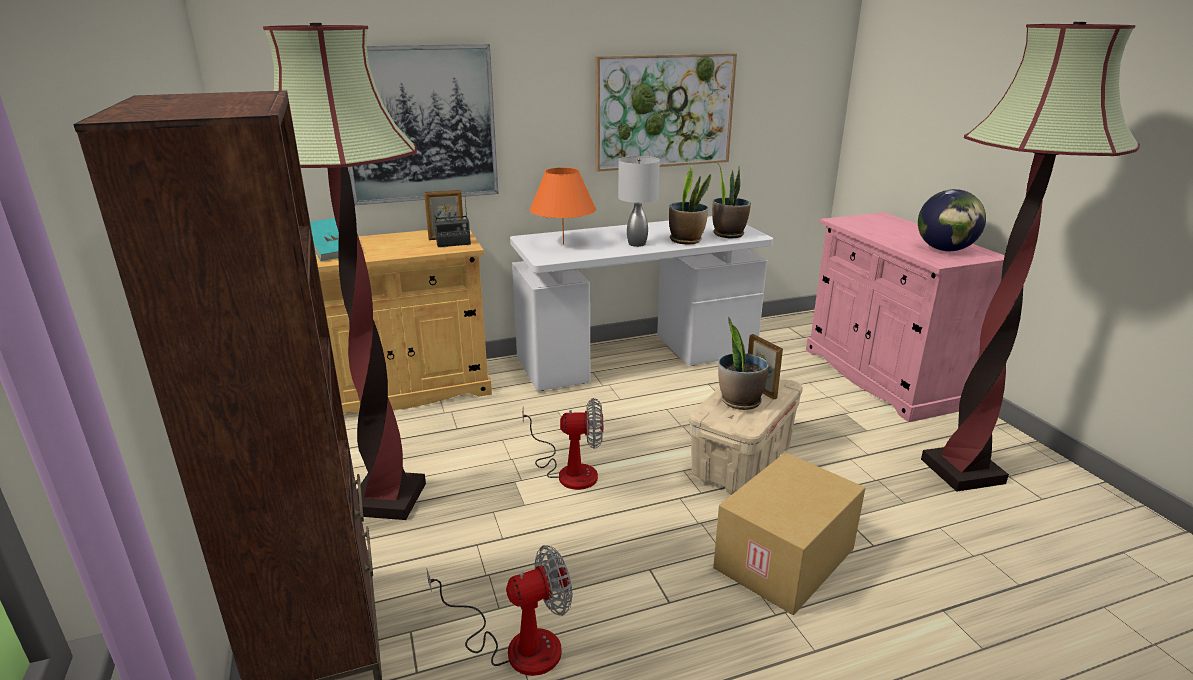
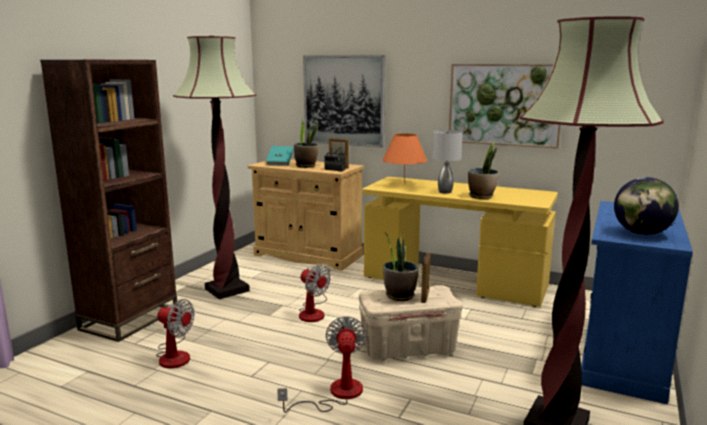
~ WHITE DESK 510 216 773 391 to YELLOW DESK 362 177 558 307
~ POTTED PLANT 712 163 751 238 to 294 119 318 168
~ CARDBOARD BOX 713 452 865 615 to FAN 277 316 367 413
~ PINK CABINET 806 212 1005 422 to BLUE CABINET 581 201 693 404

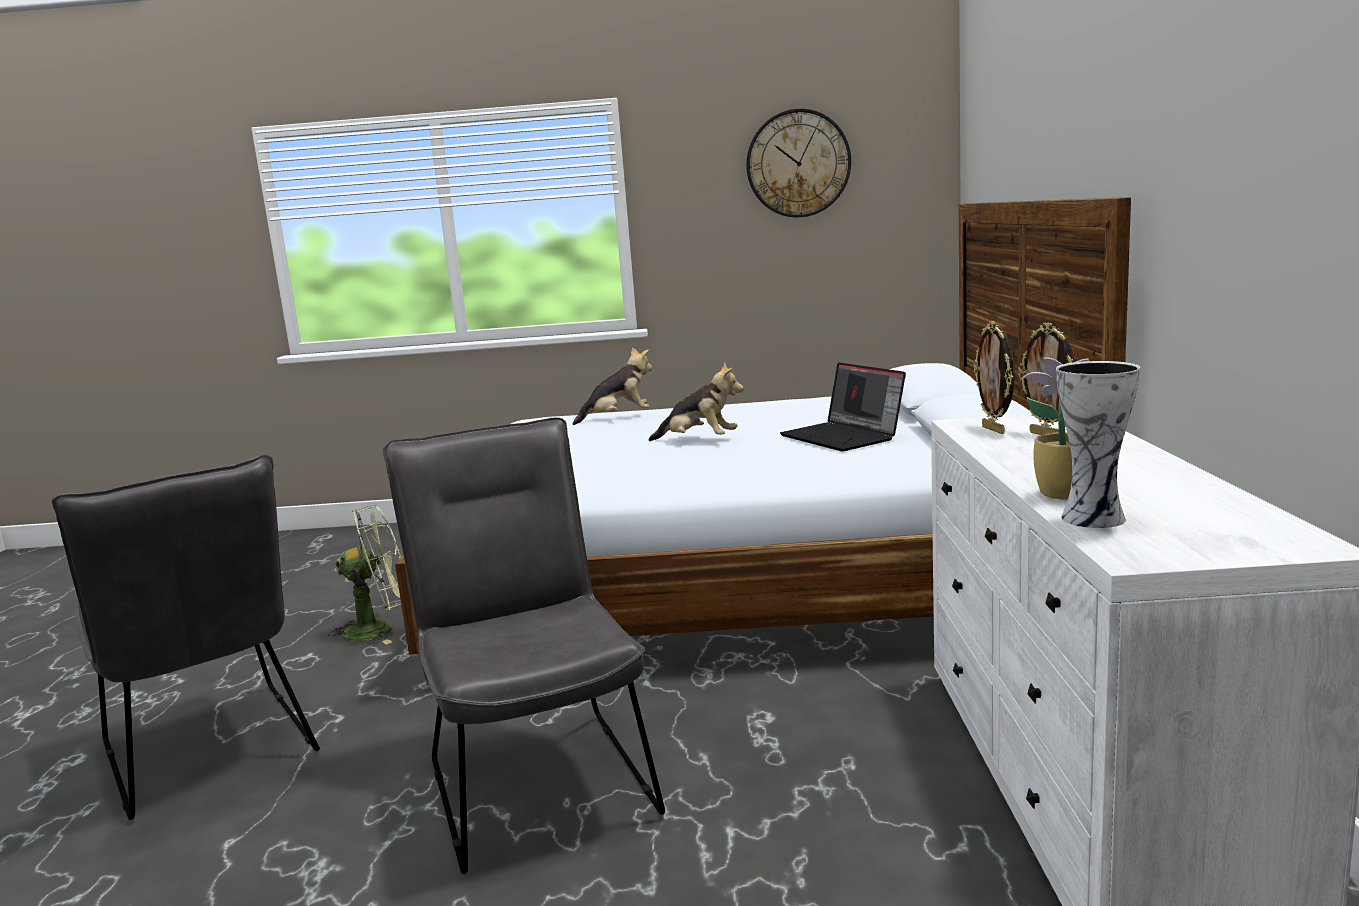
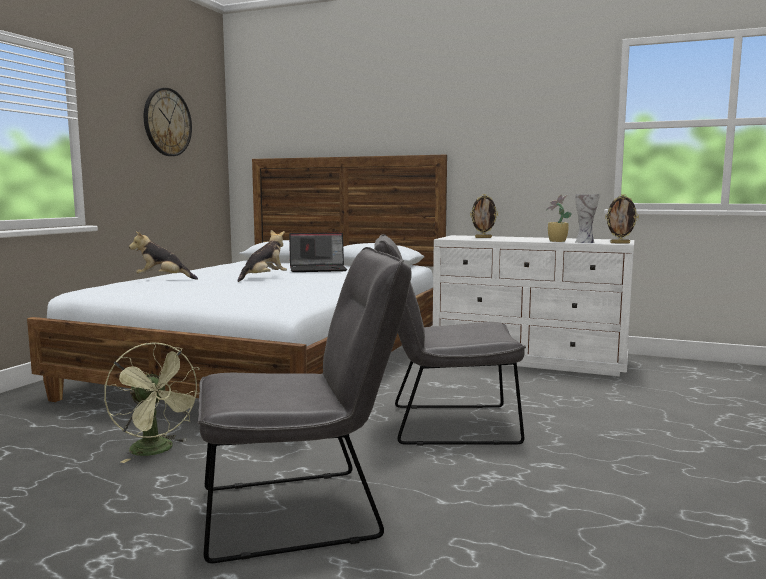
~ GREEN FAN 328 504 401 644 = 104 342 200 463 135 degrees clockwise
~ PLUSH TOY 573 347 652 425 = 129 231 198 280 90 degrees counterclockwise
~ PICTURE FRAME 973 321 1015 434 to 605 194 639 244

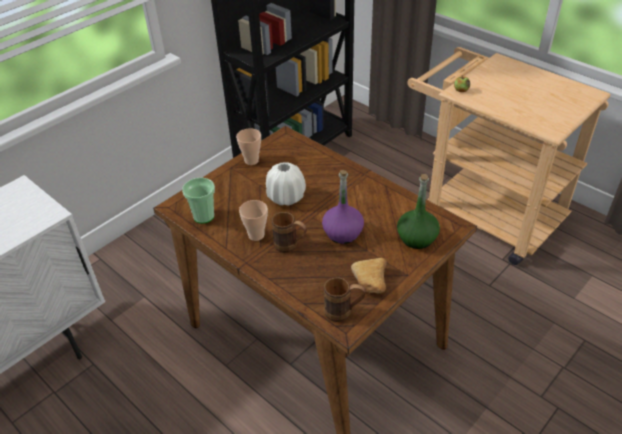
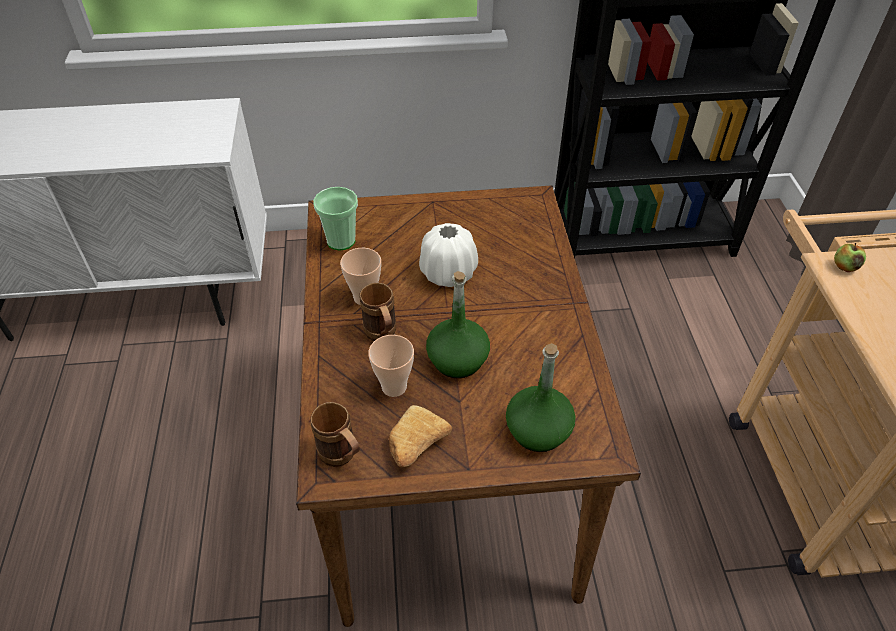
~ CUP 236 128 261 165 to 368 335 414 397
~ PURPLE BOTTLE 322 170 364 244 to GREEN BOTTLE 426 271 490 378

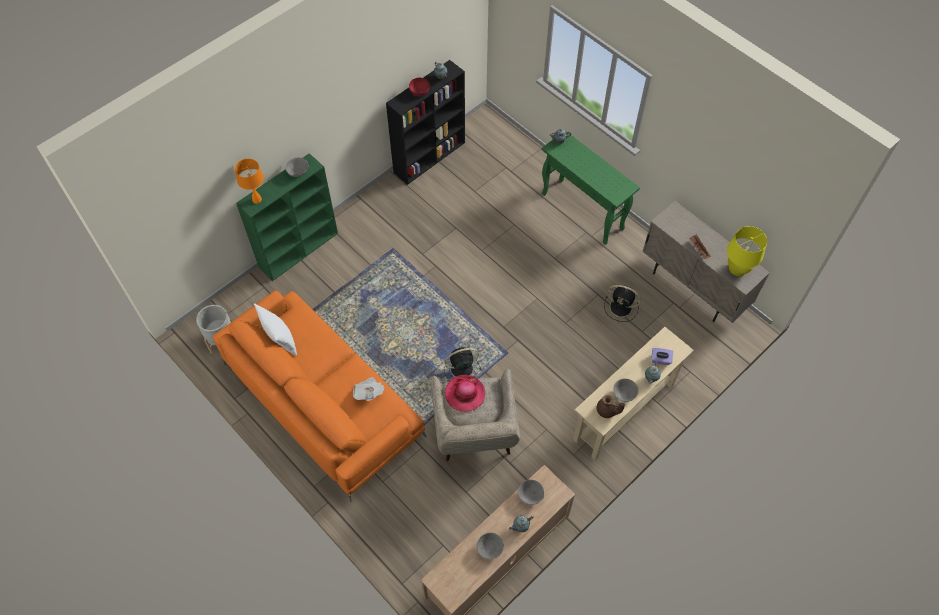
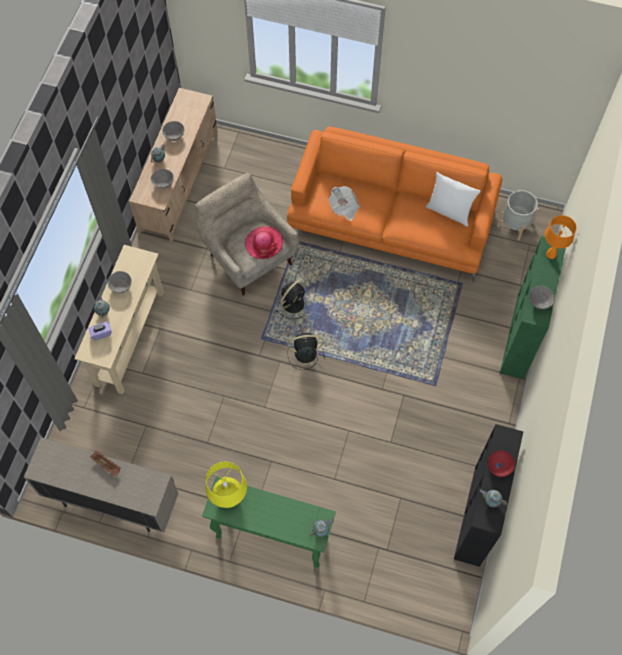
- BROWN TEAPOT 597 395 625 418
~ BLACK FAN 604 285 641 322 to 287 333 325 370
~ YELLOW TABLE LAMP 727 226 767 276 to 205 462 247 508

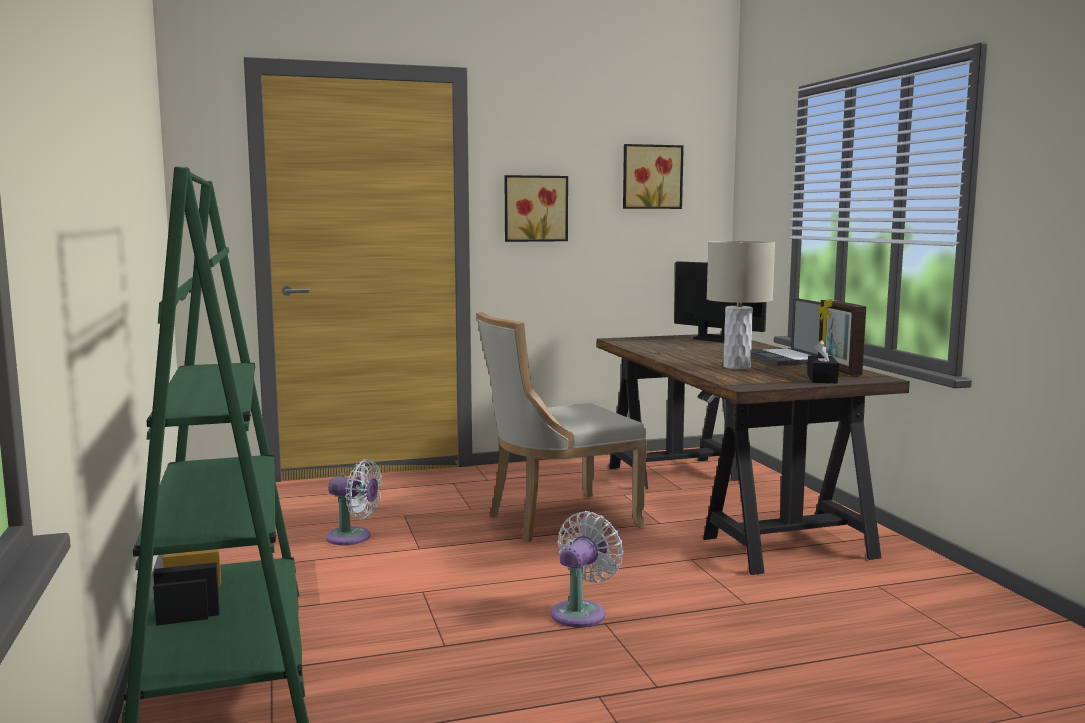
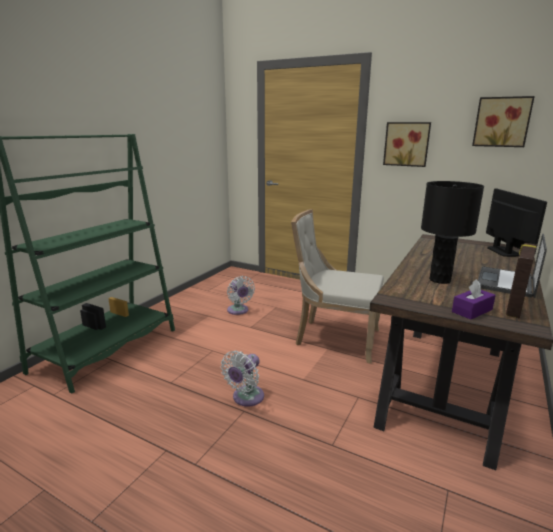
~ WHITE FAN 551 511 624 627 = 221 351 264 407 135 degrees clockwise
~ BEIGE TABLE LAMP 707 241 775 369 to BLACK TABLE LAMP 421 181 484 284
~ BLACK TISSUE BOX 807 340 839 383 to PURPLE TISSUE BOX 452 279 496 319

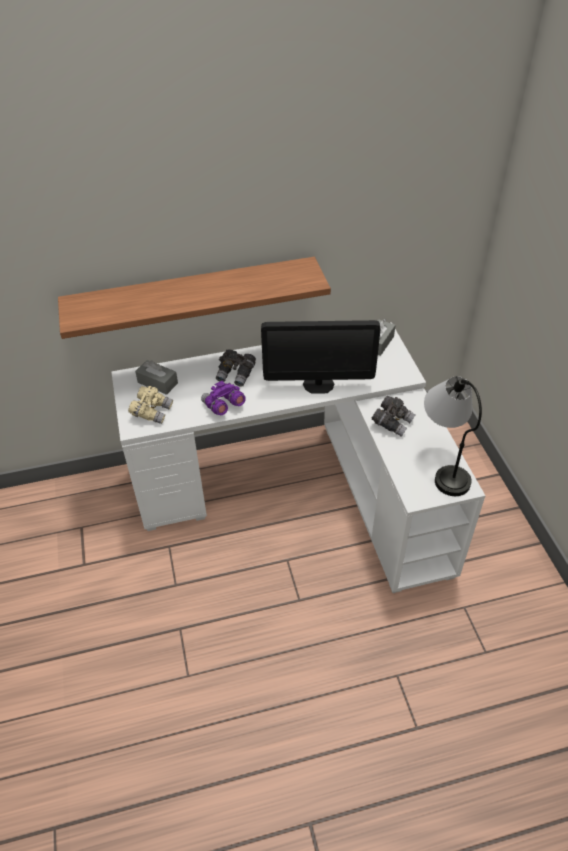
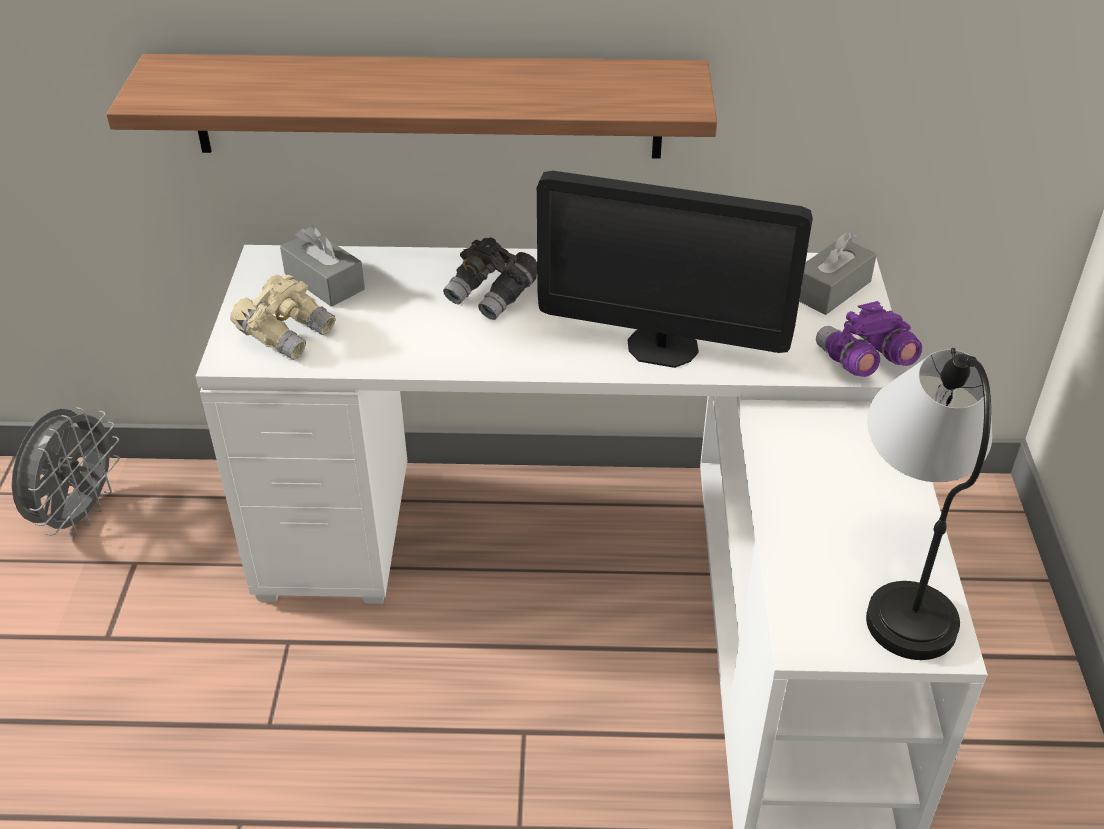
~ PURPLE BINOCULARS 201 380 246 415 to 816 301 922 377
- GREY BINOCULARS 372 396 416 437
+ GREY FAN 12 407 120 536

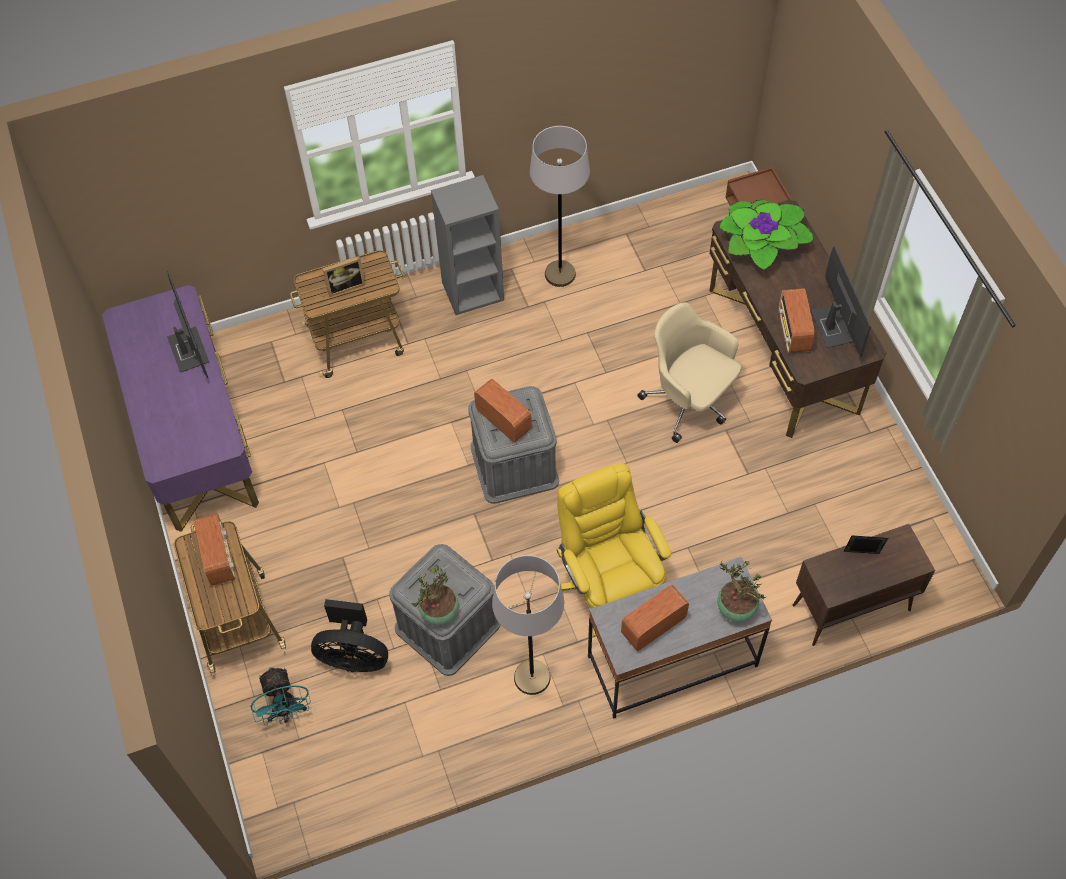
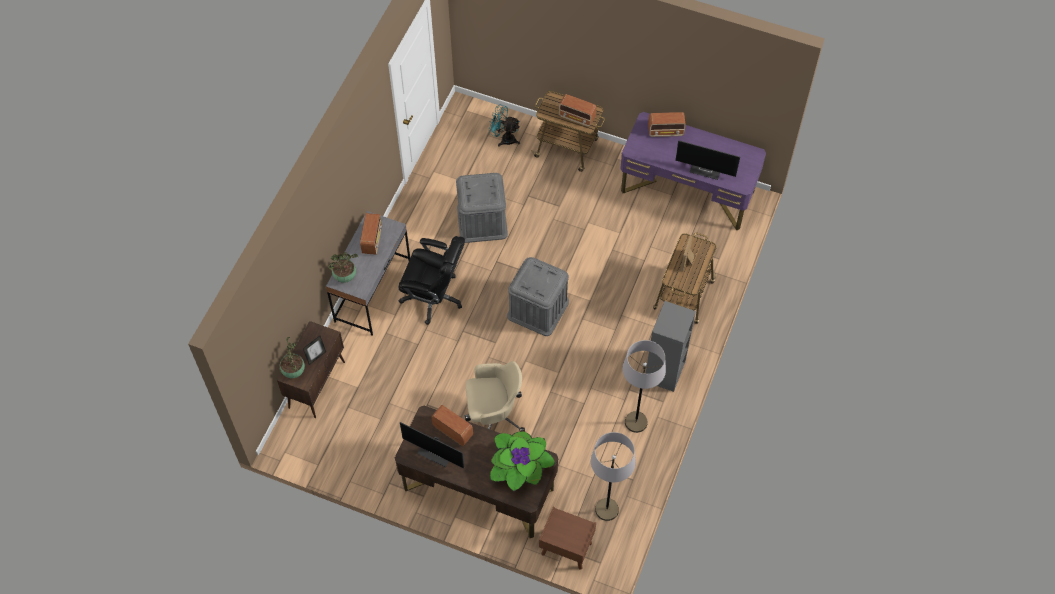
- BLACK FAN 311 599 388 672
~ POTTED PLANT 412 565 459 625 to 280 337 305 378
~ RADIO 474 379 532 442 to 648 112 686 137
~ GREY FLOOR LAMP 492 555 564 695 to 591 432 636 521
~ YELLOW OFFICE CHAIR 557 463 671 636 to BLACK OFFICE CHAIR 398 236 465 325

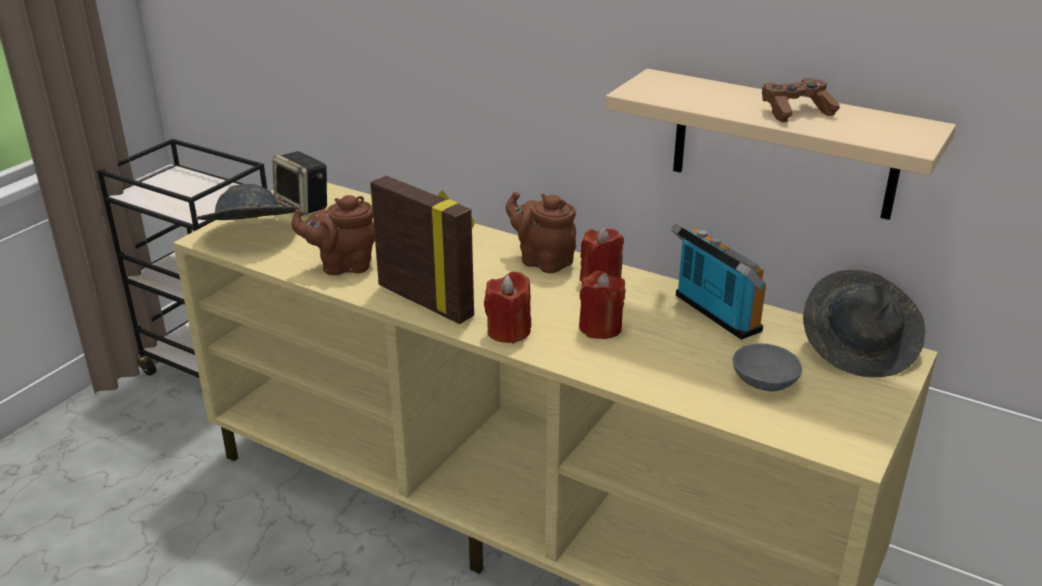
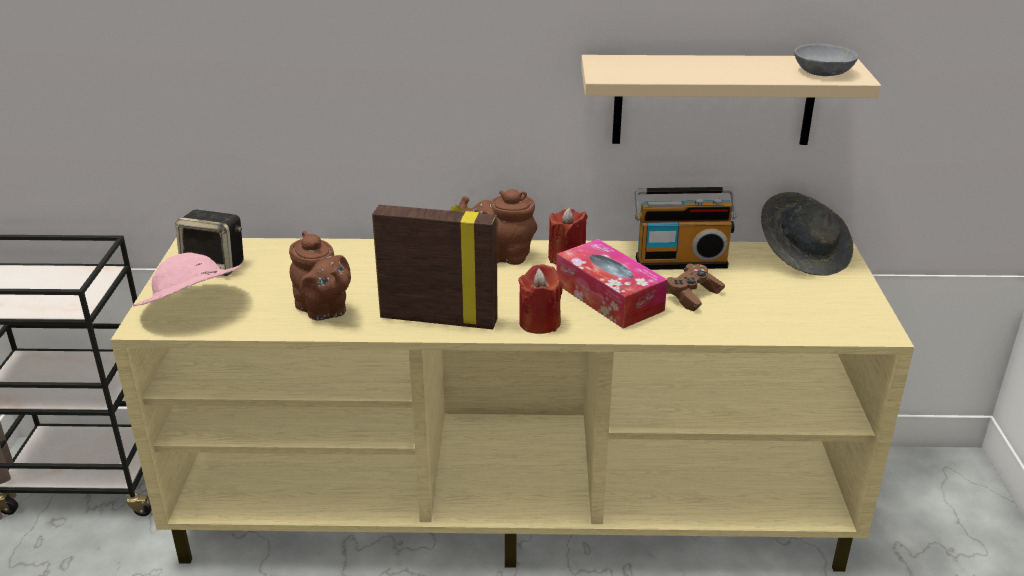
~ GREY HAT 195 184 299 220 to PINK HAT 133 253 242 306
~ BROWN TEAPOT 291 195 375 275 = 289 231 351 321 90 degrees counterclockwise
~ RED CANDLE 579 271 626 339 to TISSUE BOX 556 239 668 328
~ RADIO 671 224 766 340 = 634 187 737 270 150 degrees clockwise
~ GREY BOWL 732 343 802 391 to 794 44 858 76
~ BROWN GAME CONTROLLER 762 78 840 122 to 666 264 725 312

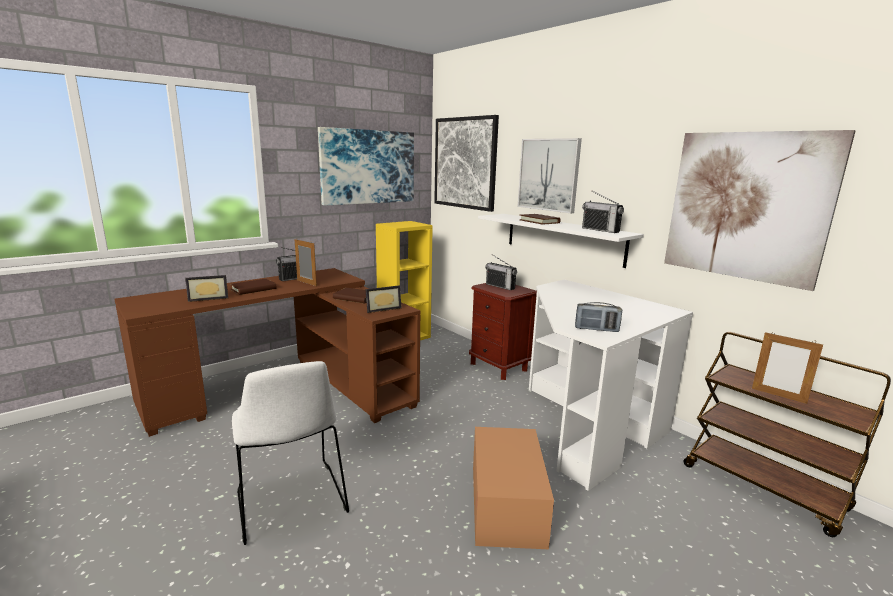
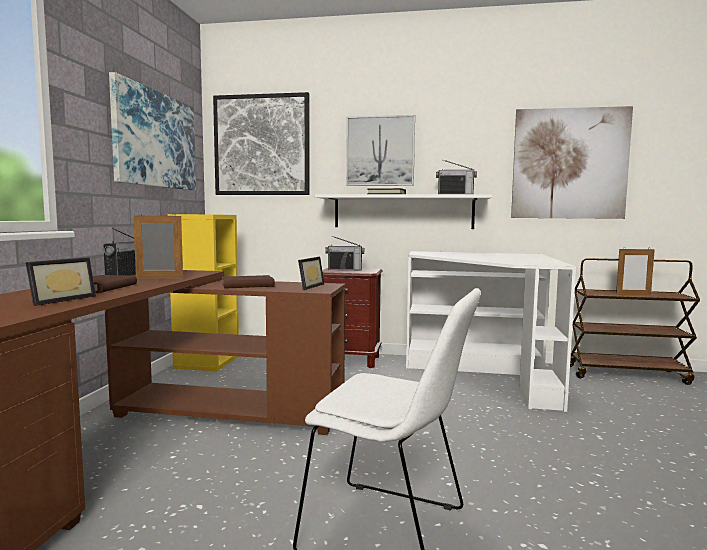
- CARDBOARD BOX 473 427 554 549
- RADIO 575 302 622 332

